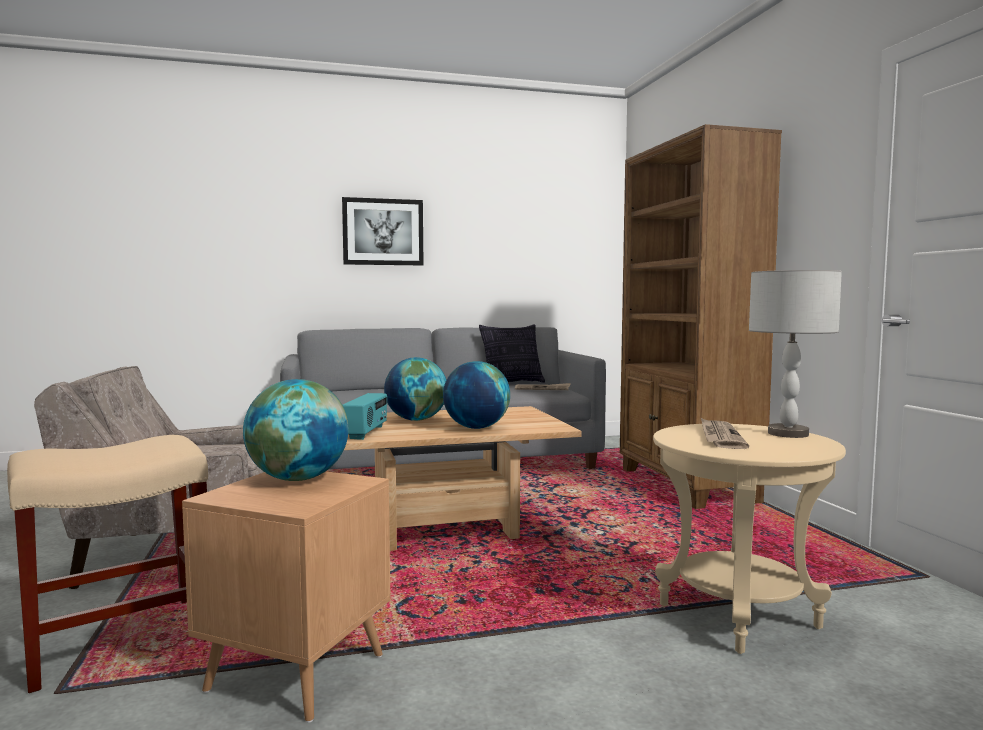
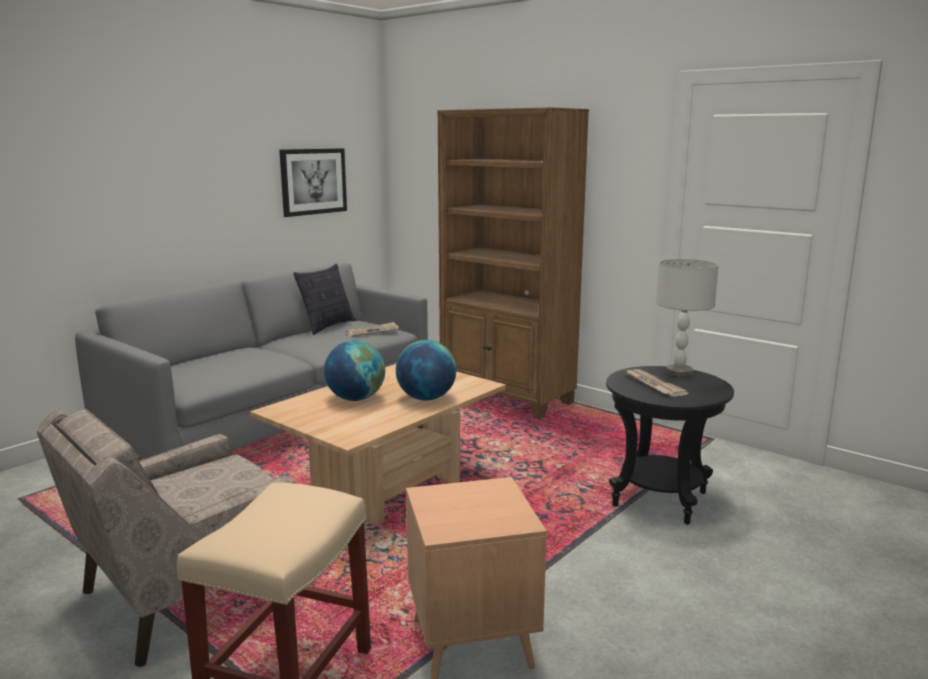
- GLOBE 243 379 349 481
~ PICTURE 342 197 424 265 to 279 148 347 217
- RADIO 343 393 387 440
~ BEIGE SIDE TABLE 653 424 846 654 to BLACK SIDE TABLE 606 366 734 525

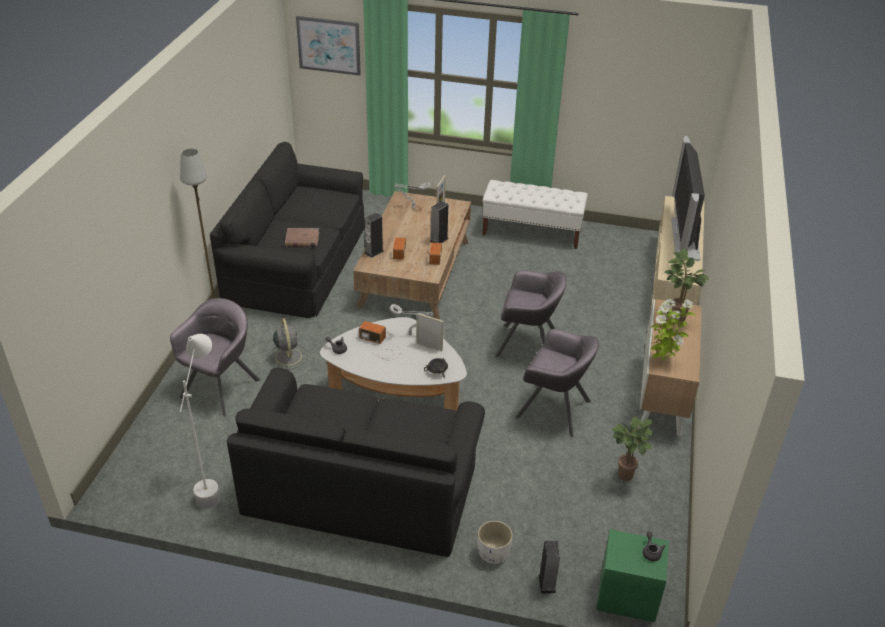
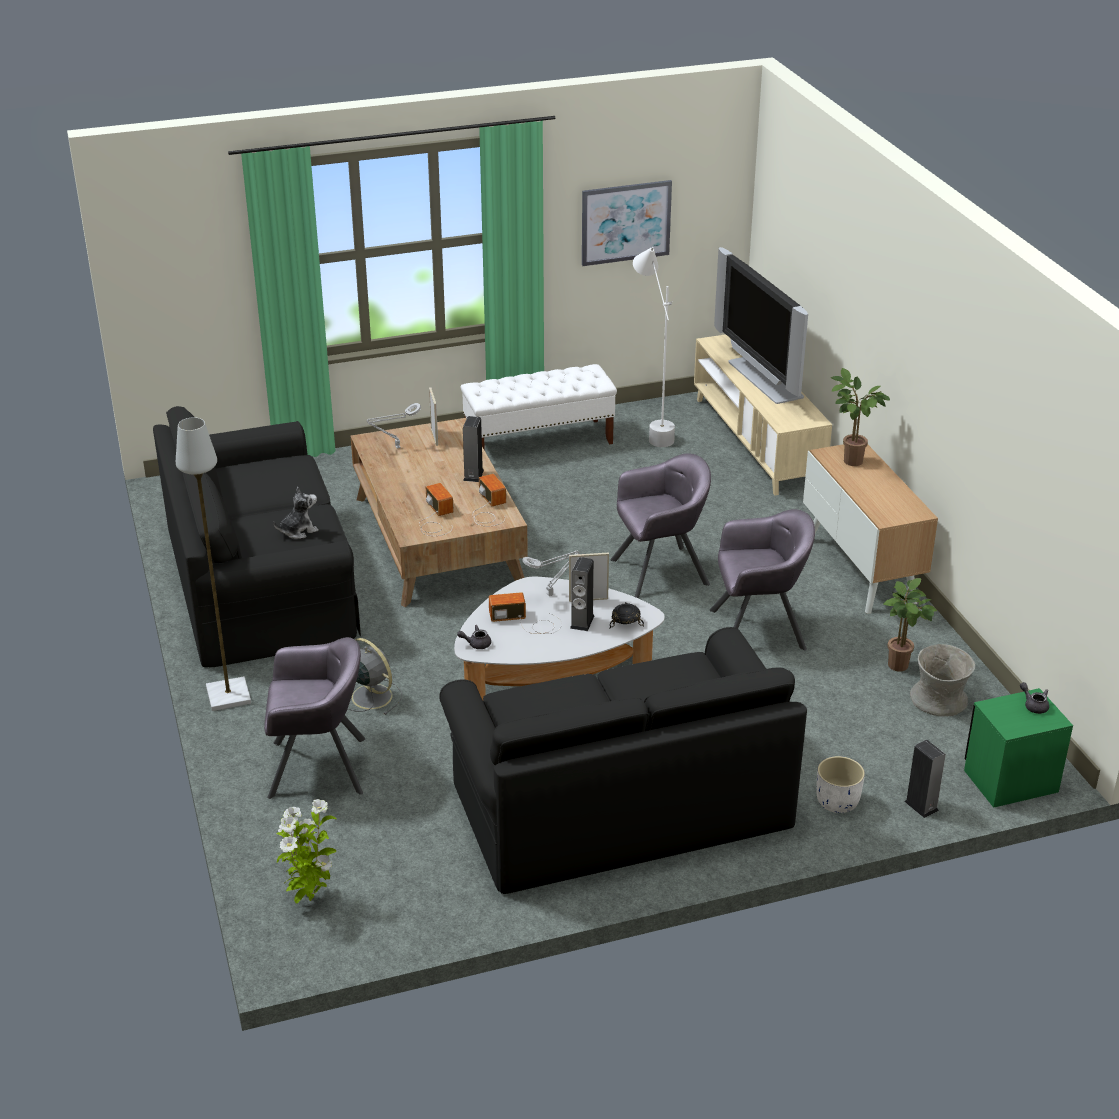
~ GREY ARMCHAIR 170 298 260 416 = 264 637 365 799 90 degrees clockwise
~ WHITE FLOOR LAMP 180 334 220 509 to 633 247 675 447
~ BROWN BOOK 285 228 319 247 to PLUSH TOY 273 487 319 539
~ PICTURE 296 16 361 76 to 582 180 672 266
~ SPEAKER 364 213 384 258 to 570 557 594 631
~ POTTED PLANT 650 299 696 361 to 277 799 337 904
+ GREY VASE 910 644 975 717

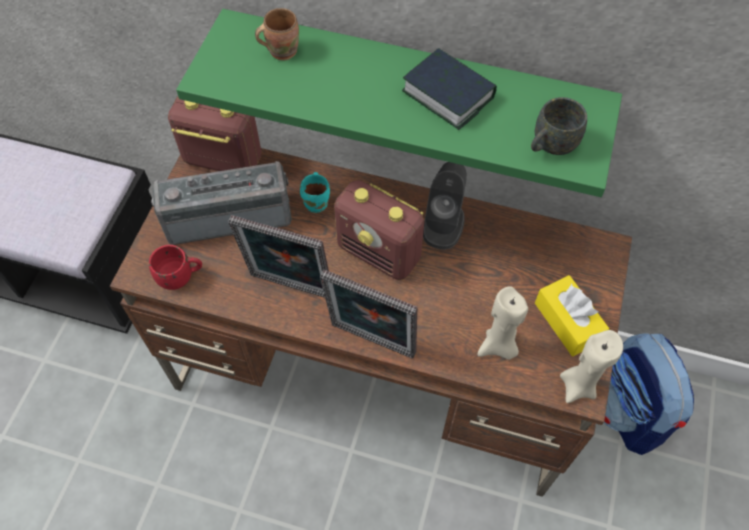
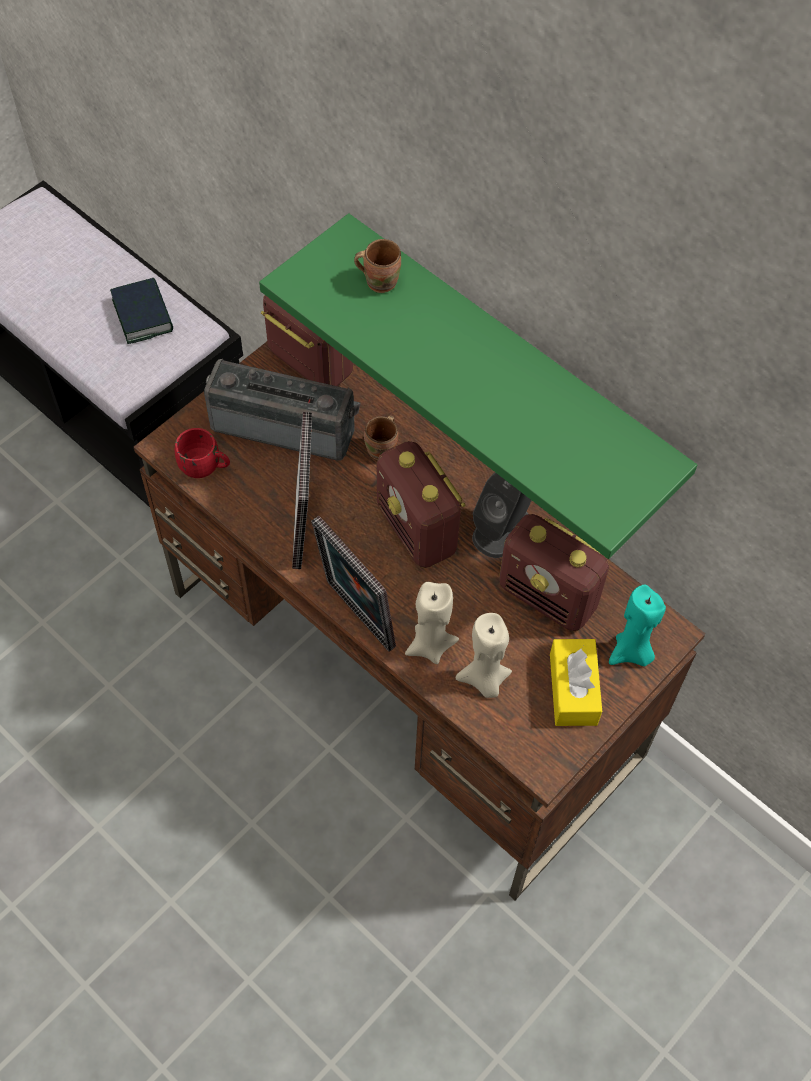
~ PICTURE FRAME 228 215 329 298 = 292 412 312 569 135 degrees counterclockwise
~ TURQUOISE MUG 300 172 330 213 to BROWN MUG 364 415 399 460
~ BOOK 402 48 497 130 to 110 278 173 344
- GREY MUG 531 97 587 155
~ BEIGE CANDLE 560 330 623 403 to 405 582 459 664
- BACKPACK 604 333 694 455
+ RADIO 499 514 609 631
+ TURQUOISE CANDLE 609 585 666 666

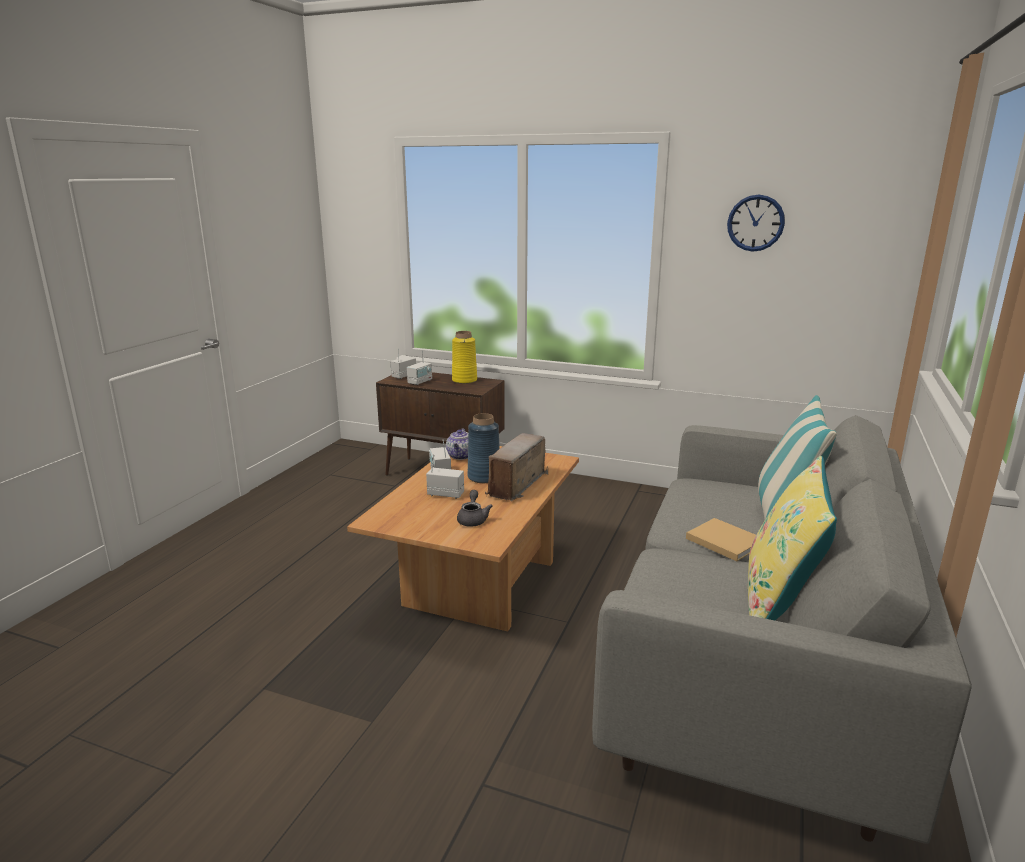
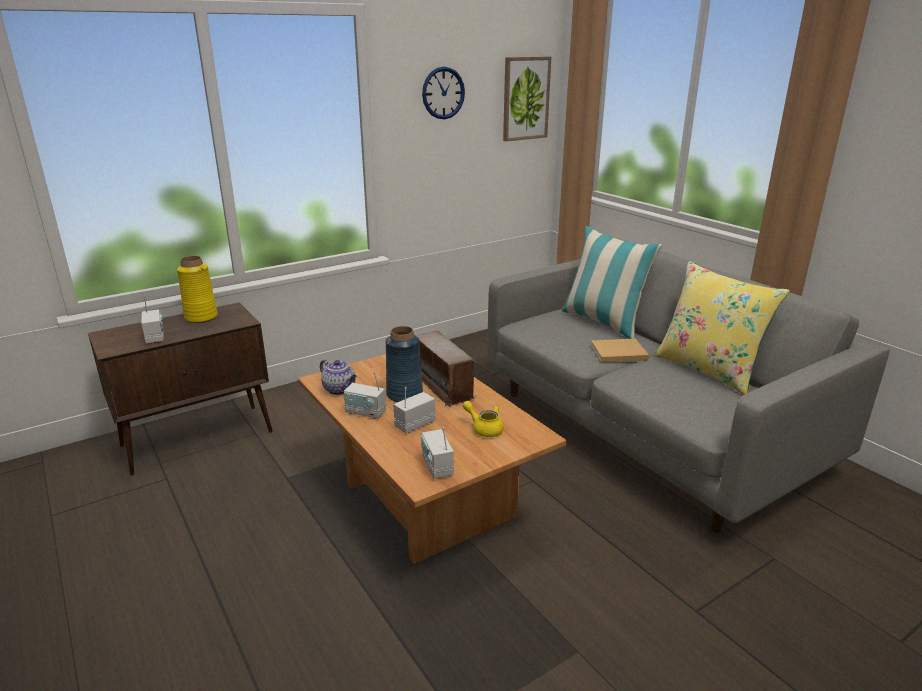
~ RADIO 391 348 416 379 to 421 427 454 479
~ GREY TEAPOT 457 490 493 527 to YELLOW TEAPOT 463 401 504 437
+ PICTURE 503 57 551 141

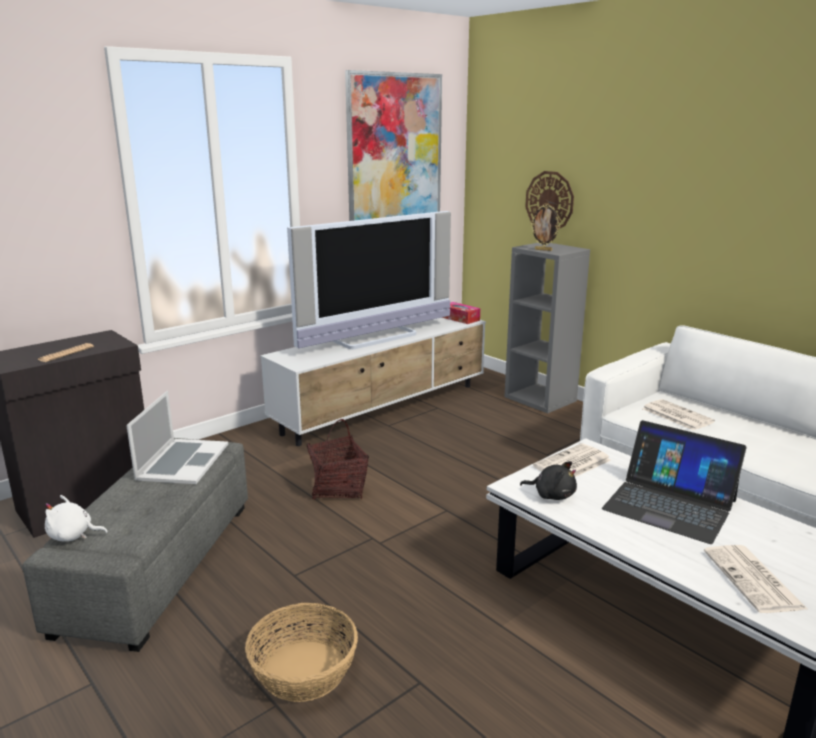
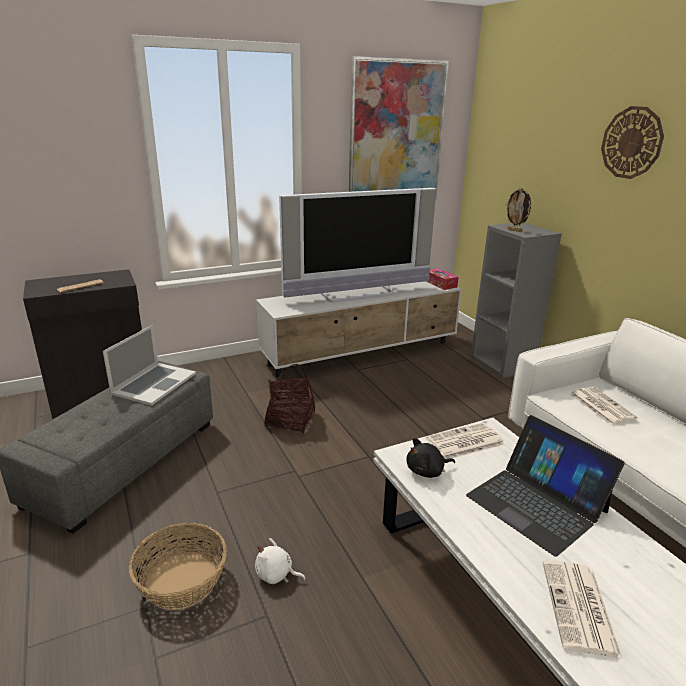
~ WHITE PLUSH TOY 45 495 108 541 to 255 538 306 584
~ BLACK PLUSH TOY 520 461 577 500 = 406 438 455 478 120 degrees clockwise
~ WALL CLOCK 525 171 574 229 to 601 106 664 179

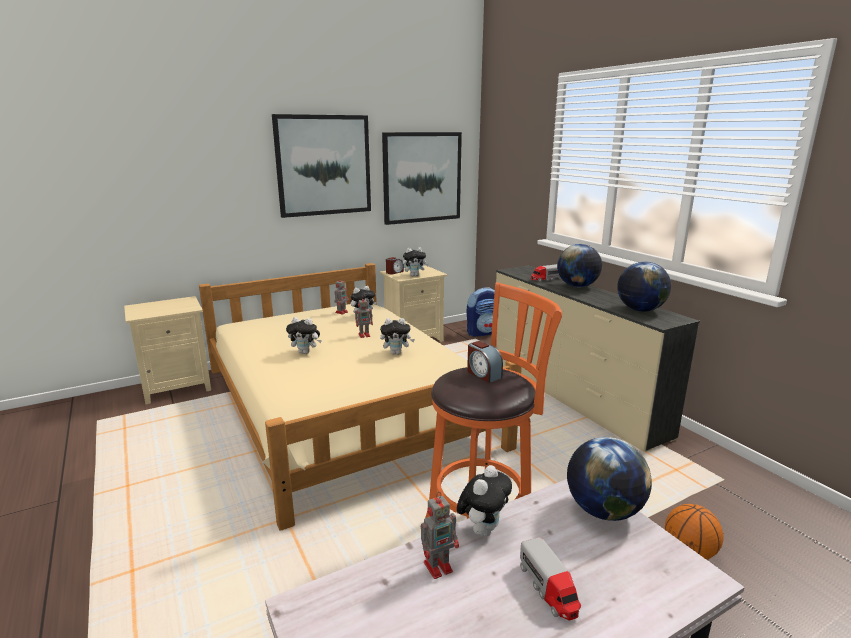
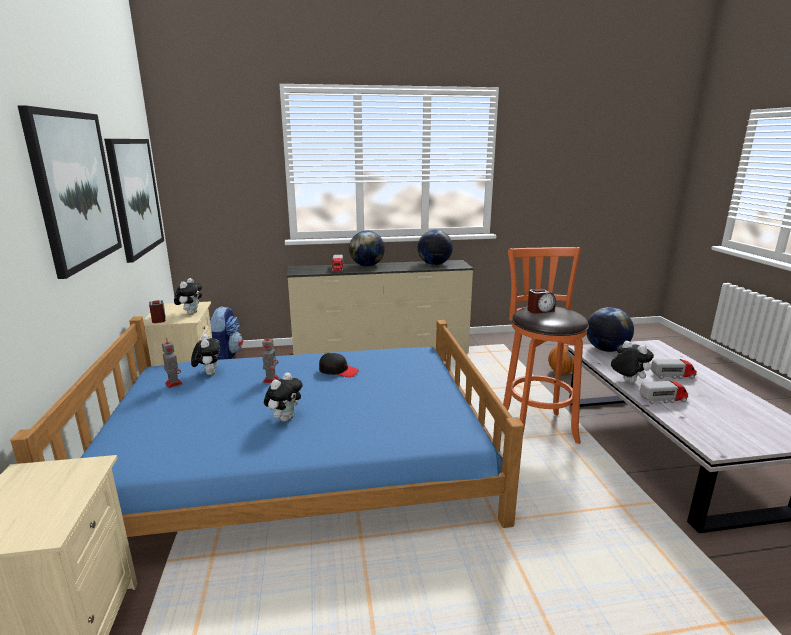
~ BEIGE BED 199 263 522 531 to BLUE BED 10 316 524 537
~ PLUSH TOY 380 318 415 355 to BLACK CAP 319 353 359 377
~ TOY ROBOT 421 492 459 579 to TOY TRUCK 640 381 688 404

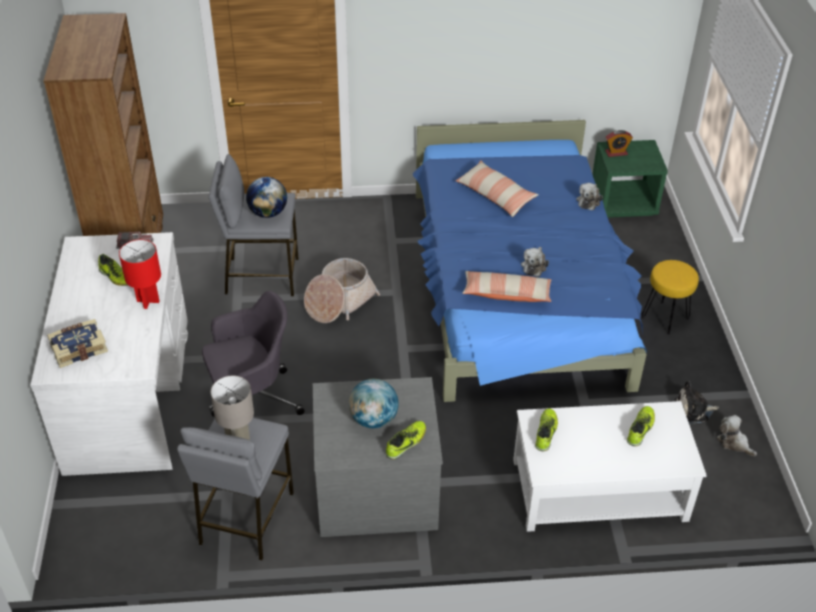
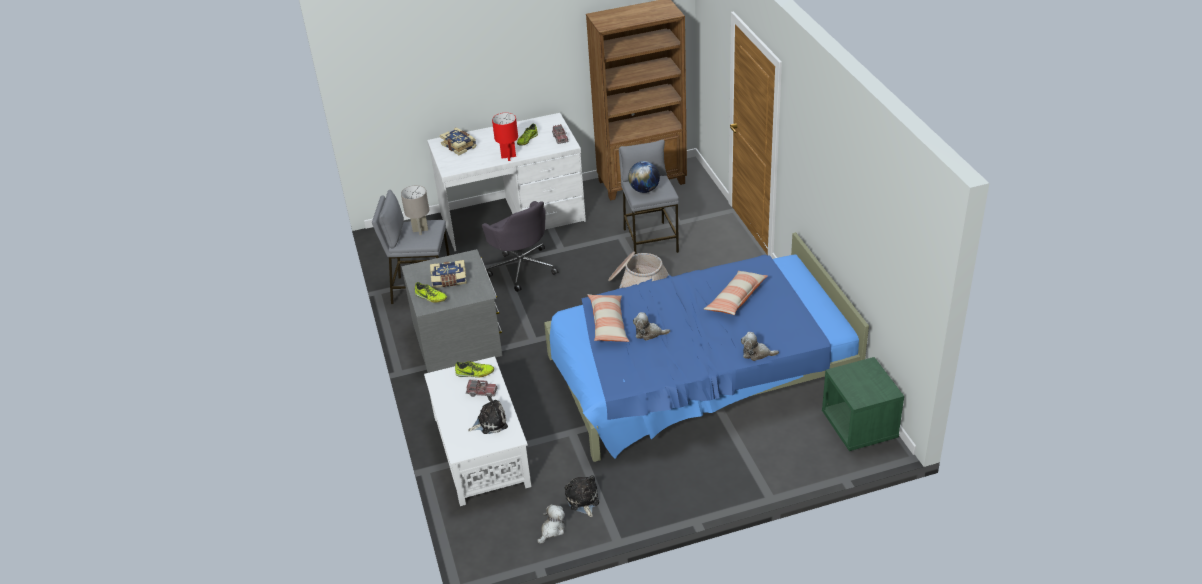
~ GLOBE 349 379 399 429 to BOOK 430 260 467 288
- ALARM CLOCK 605 130 633 157
~ SHOE 627 406 655 446 to PLUSH TOY 468 396 508 434
- YELLOW STOOL 641 260 699 335
+ TOY TRUCK 466 379 498 397

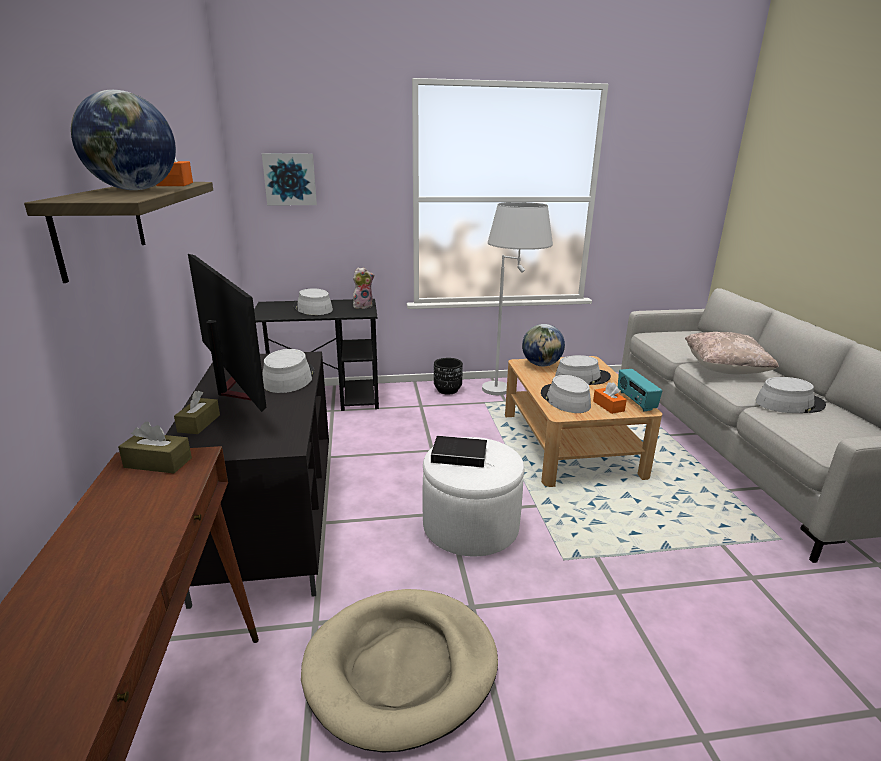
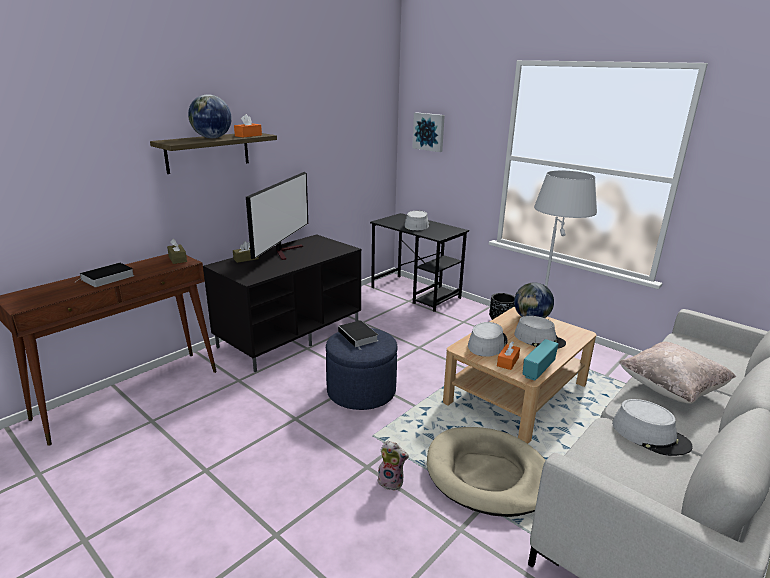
- GREY HAT 262 349 314 393
~ BEIGE DOG BED 301 589 498 753 to 427 427 546 517
~ PLUSH TOY 353 267 374 309 to 378 441 409 491
~ WHITE OTTOMAN 423 437 524 556 to BLUE OTTOMAN 326 328 397 410
+ BOOK 75 262 135 287

